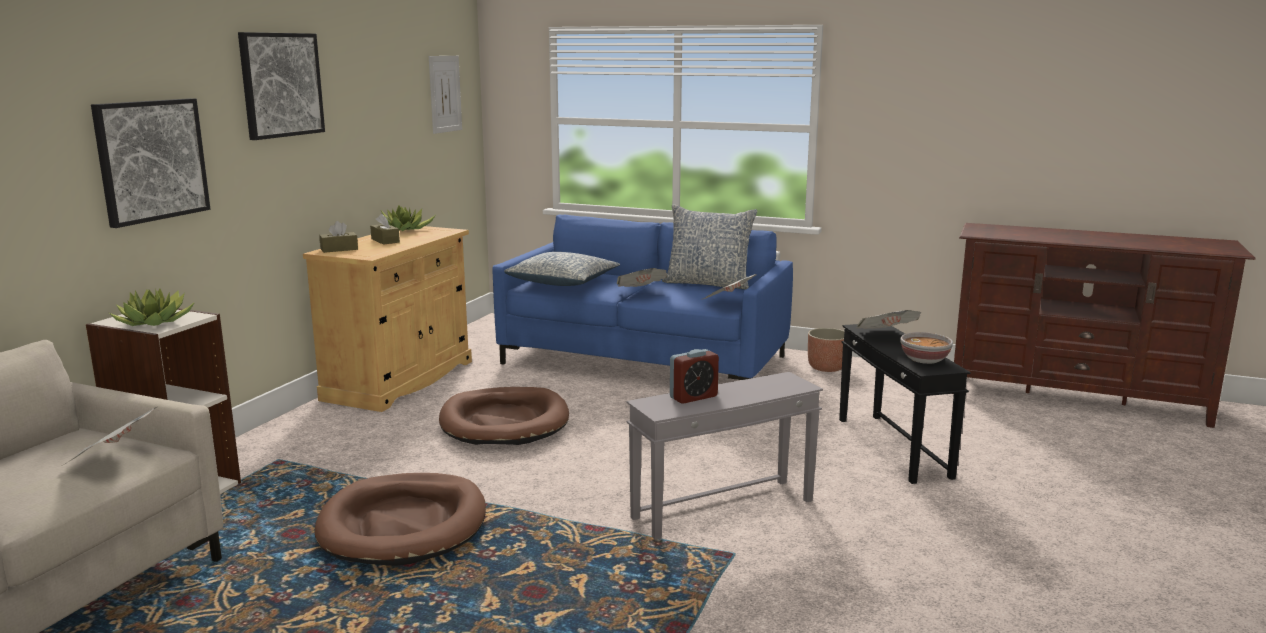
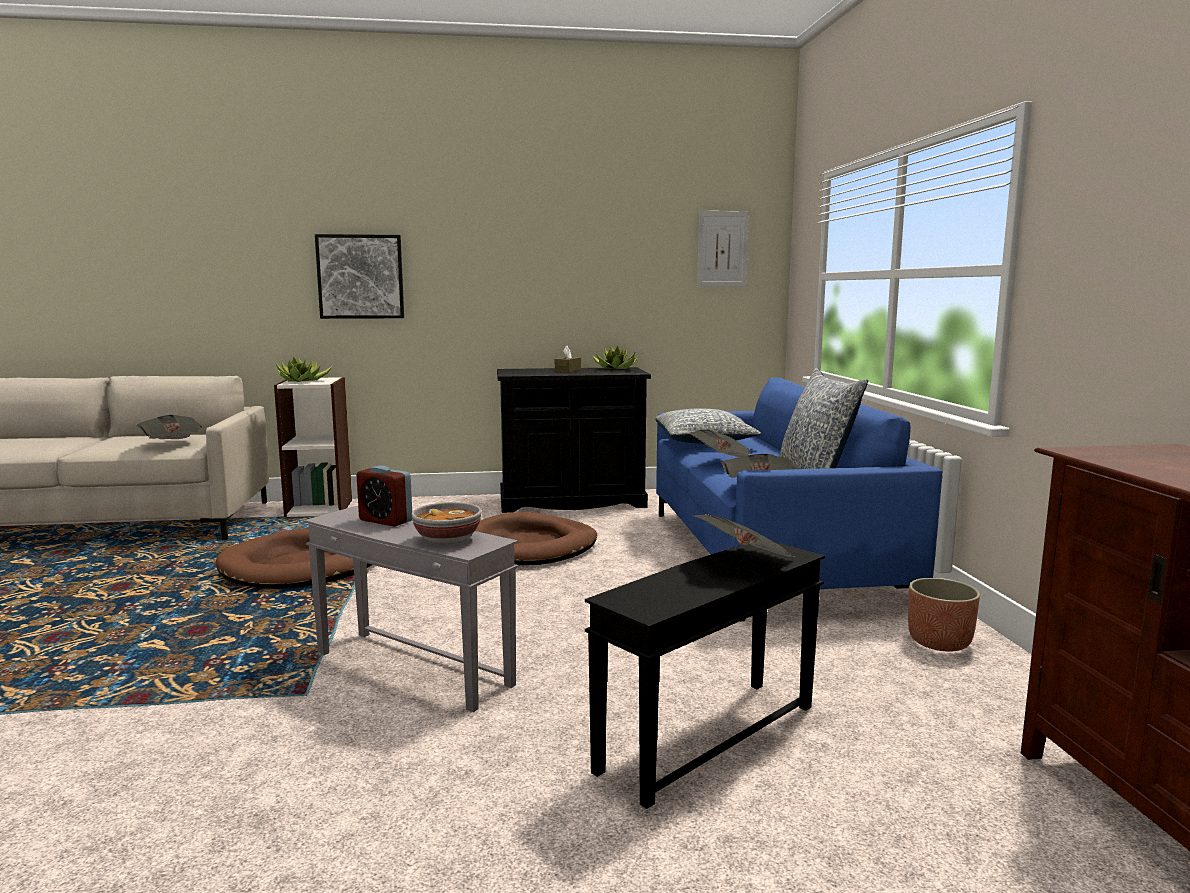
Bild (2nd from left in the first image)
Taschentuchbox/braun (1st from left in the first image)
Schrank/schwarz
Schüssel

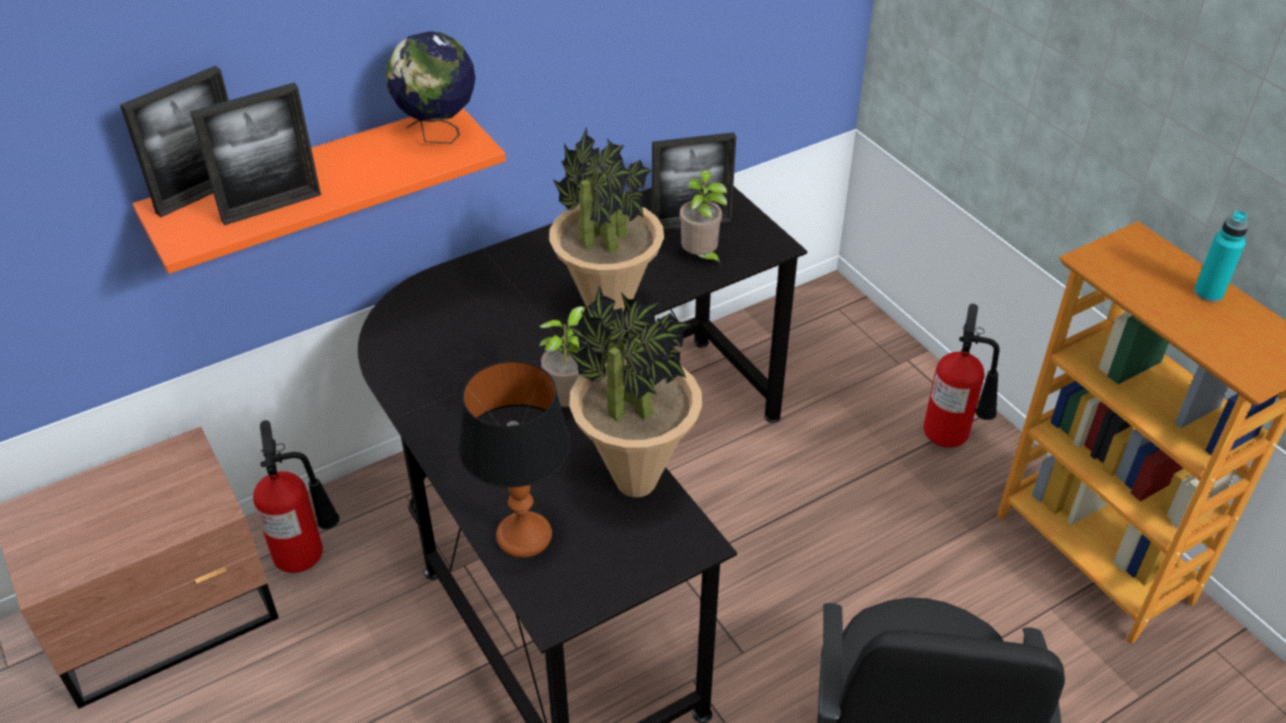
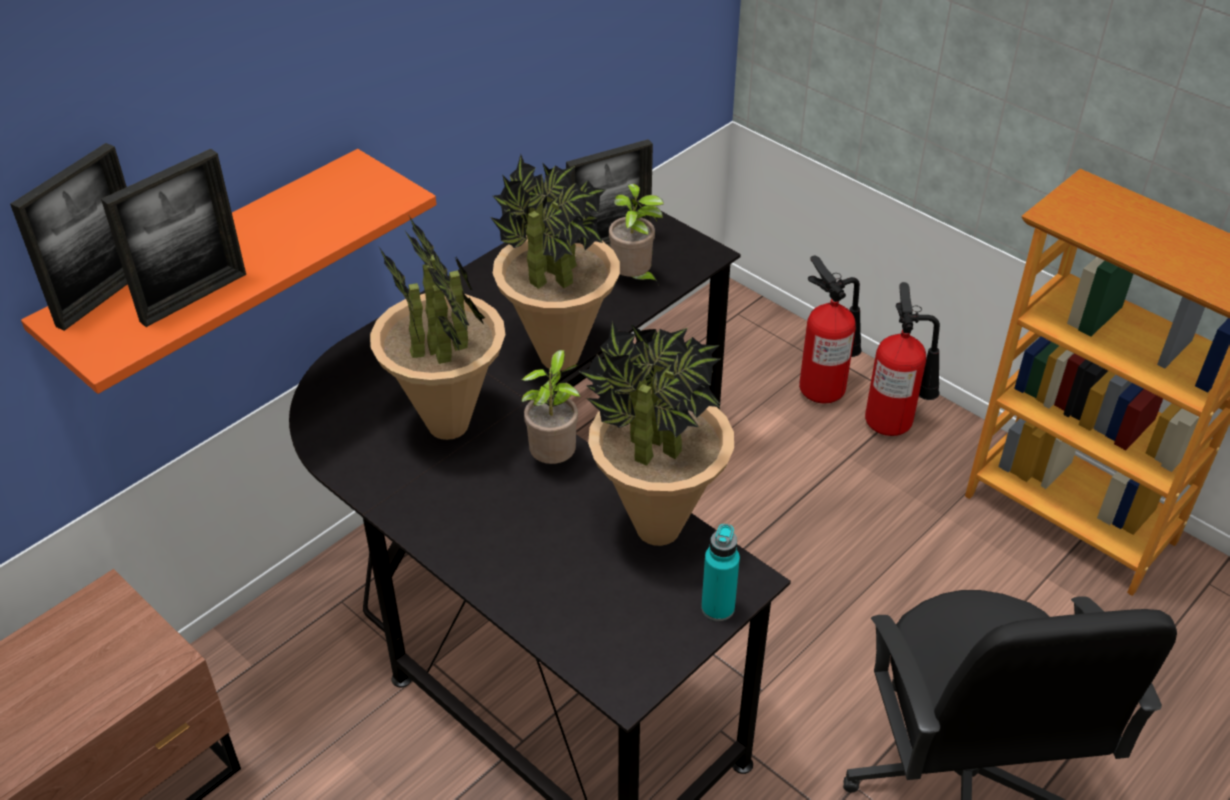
Globus
Flasche/türkis
Tischlampe
Feuerlöscher (1st from left)
Topfpflanze (1st from left)

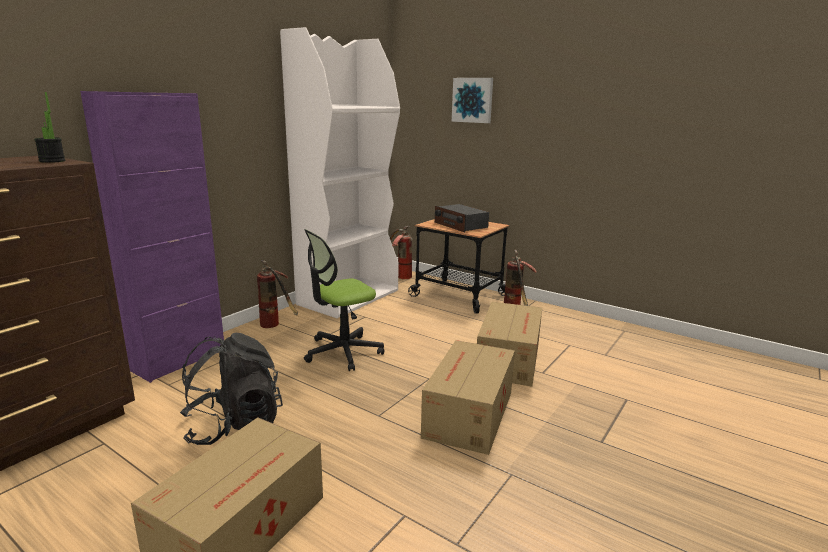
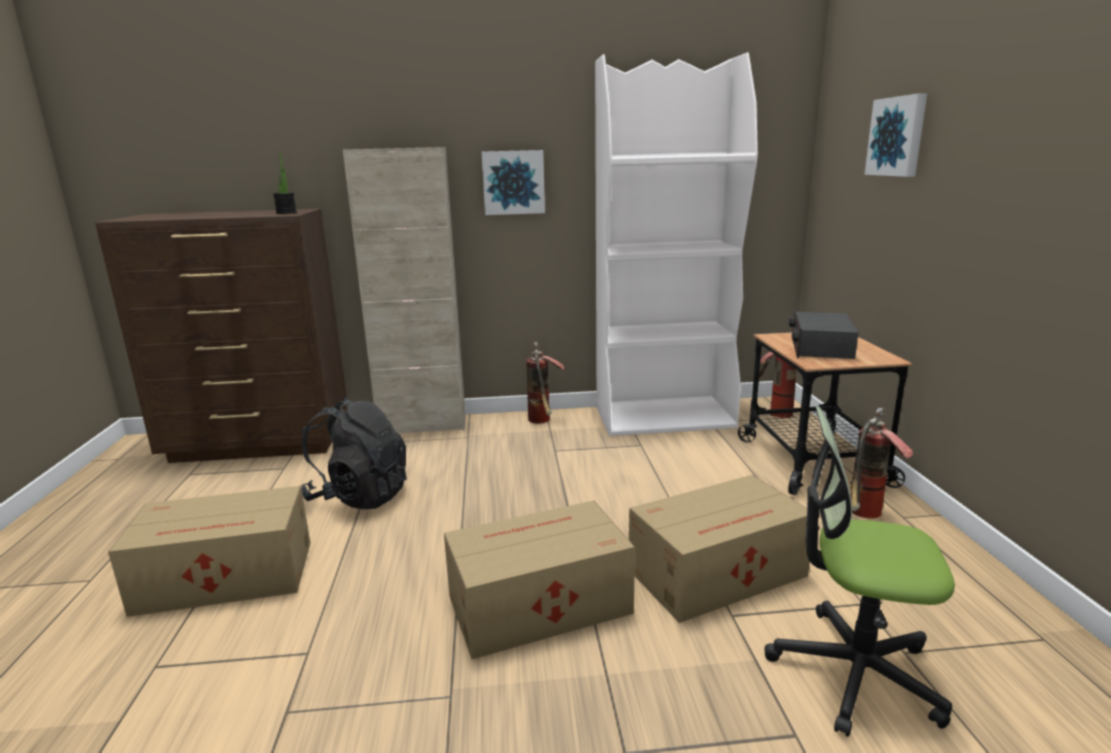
Schrank/beige
Bürostuhl
Bild (1st from left)

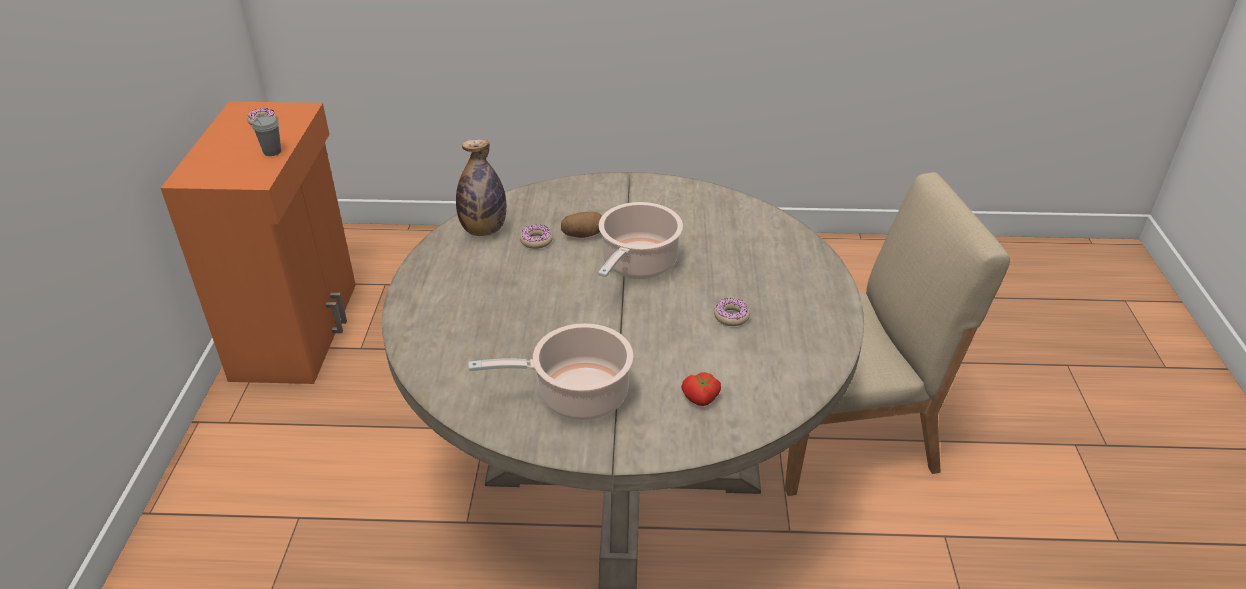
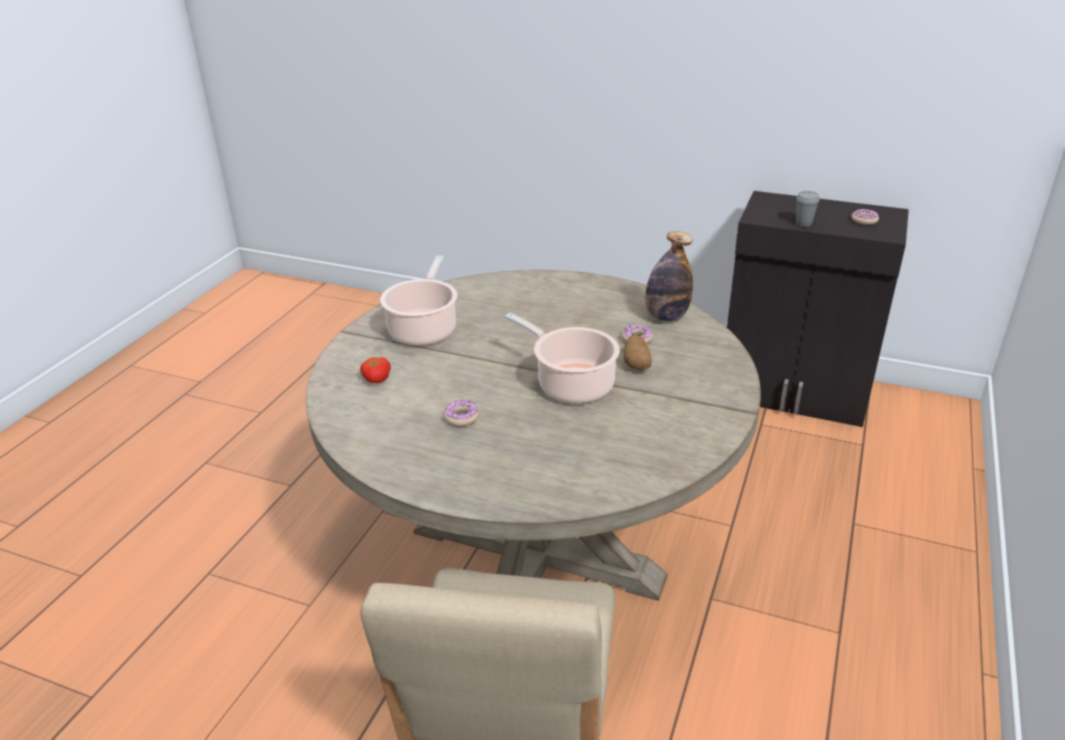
Schrank/schwarz

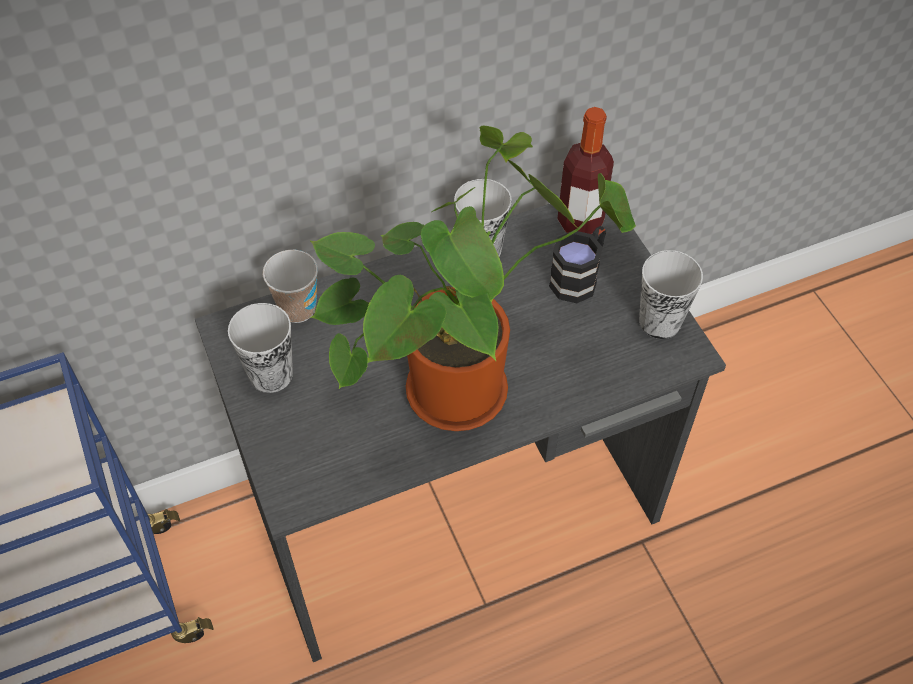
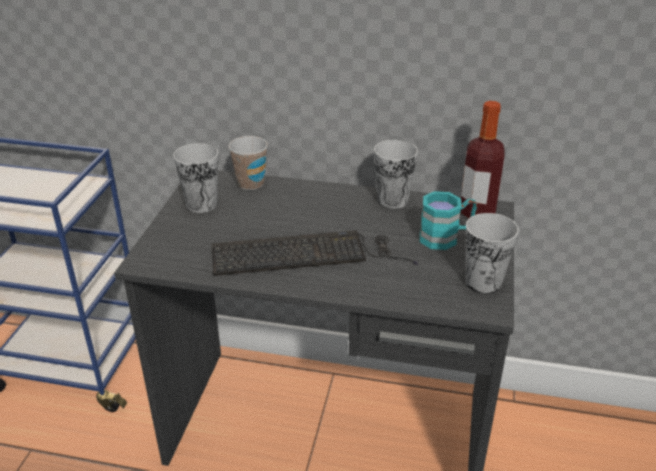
Tastatur
Henkelbecher/türkis

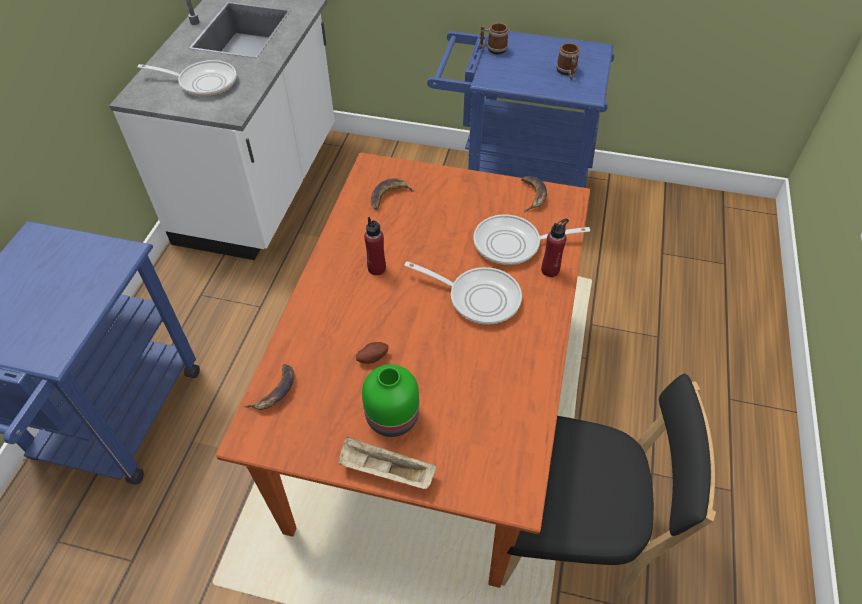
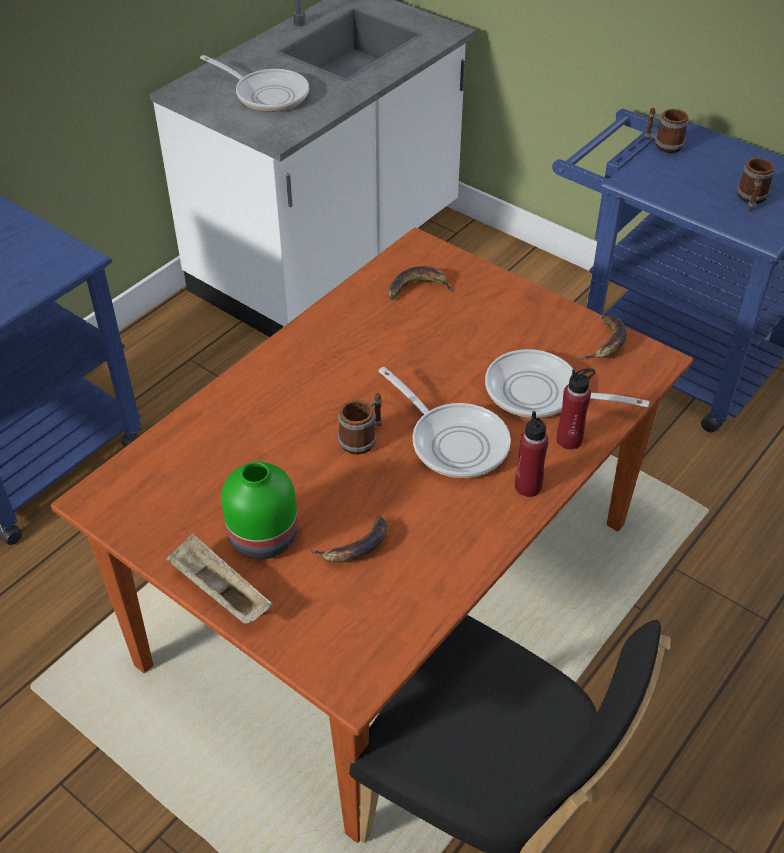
Flasche/rot (1st from left)
Kartoffel
Banane (1st from left)
Henkelbecher (1st from left)

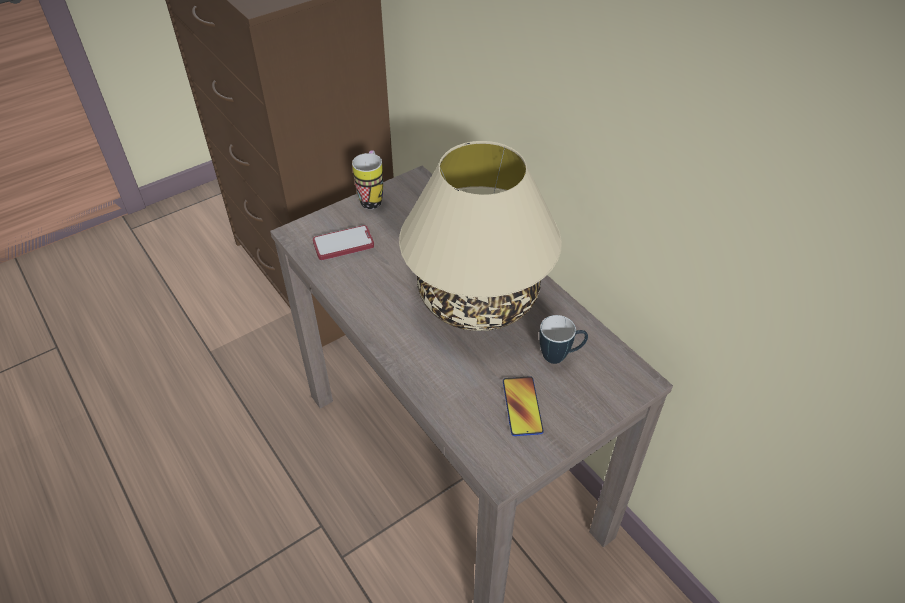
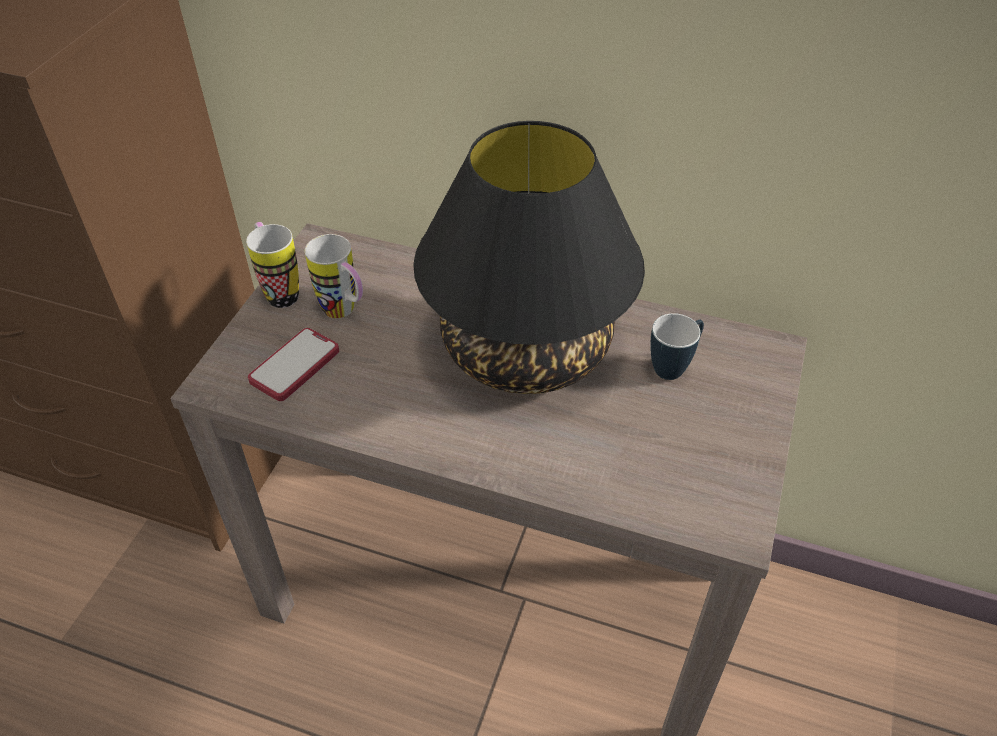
Tischlampe/schwarz
Handy (2nd from left in the first image)
Henkelbecher (2nd from left)

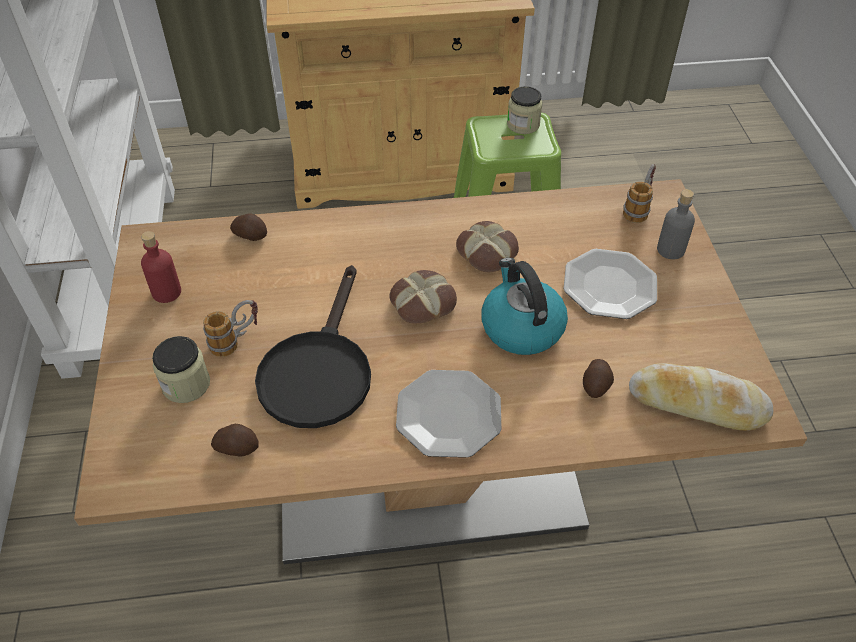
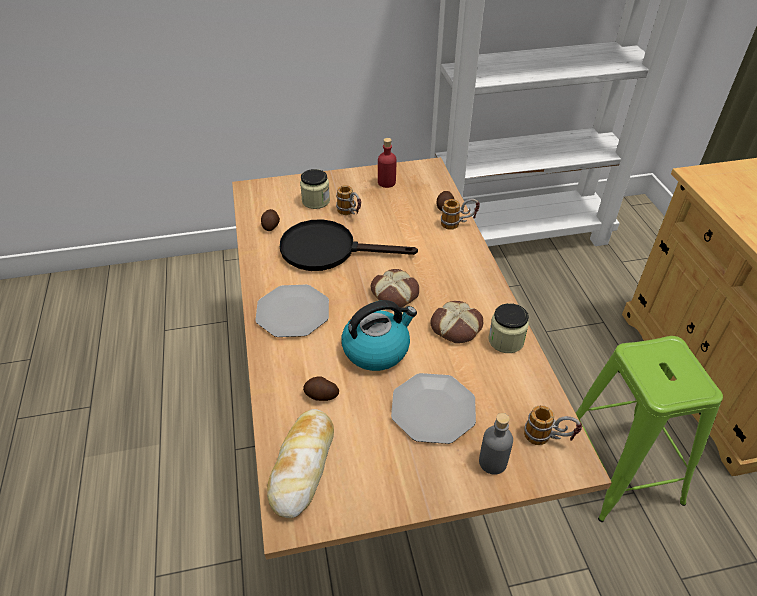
Vorratsglas (2nd from left)
Henkelbecher (2nd from left)

